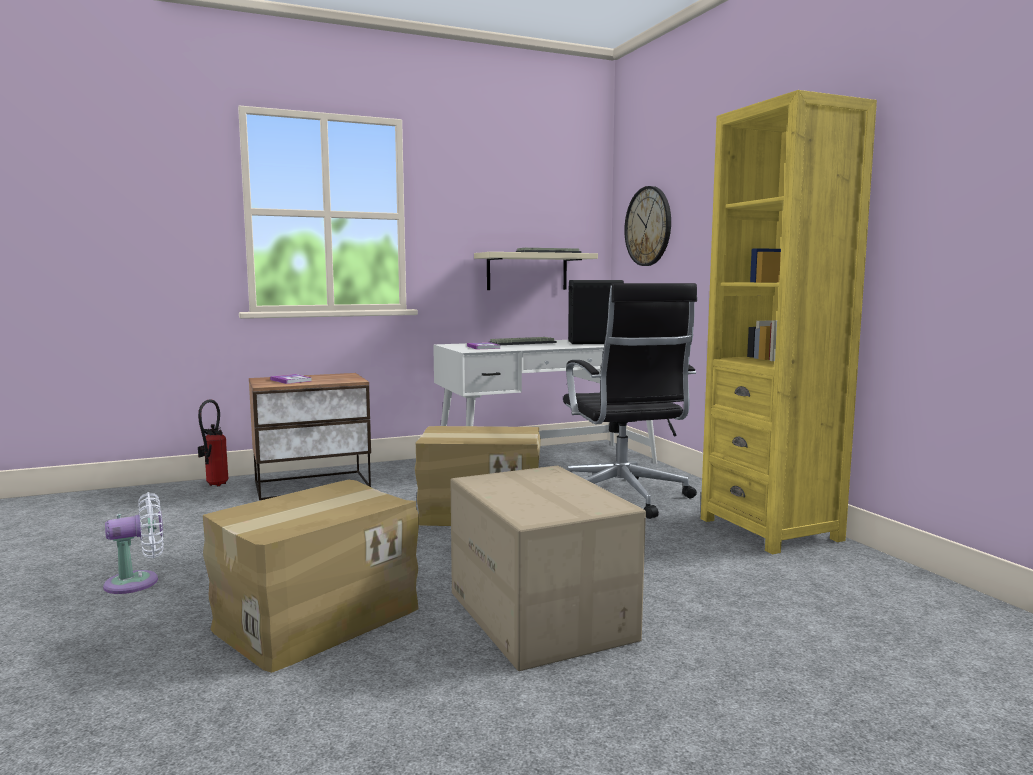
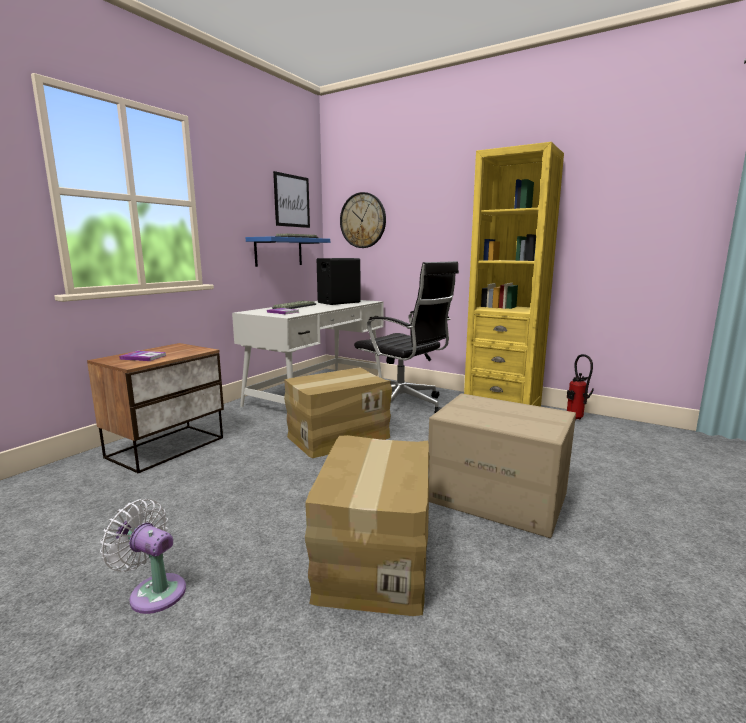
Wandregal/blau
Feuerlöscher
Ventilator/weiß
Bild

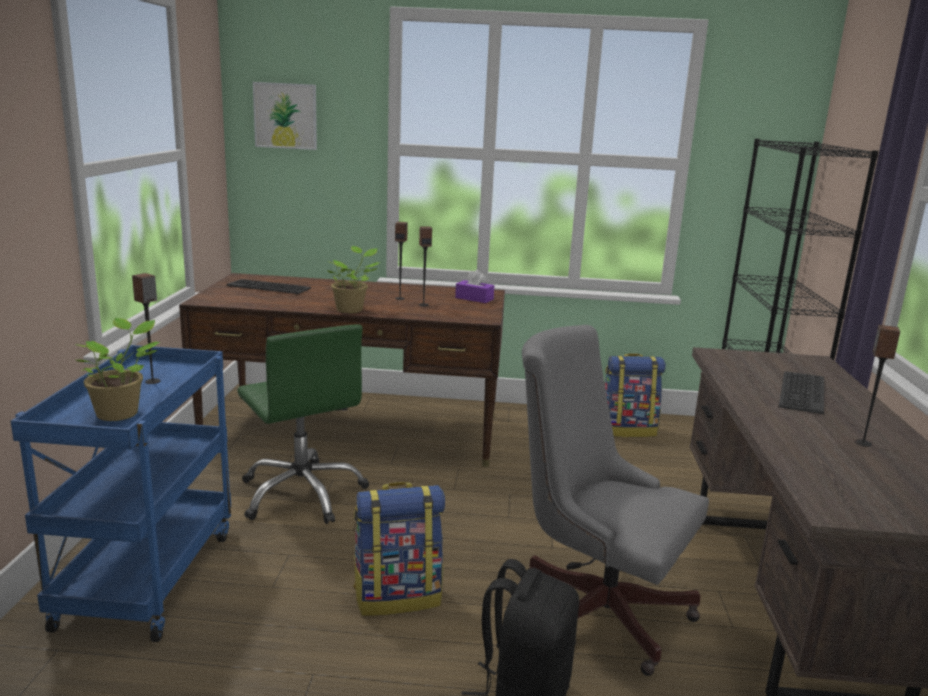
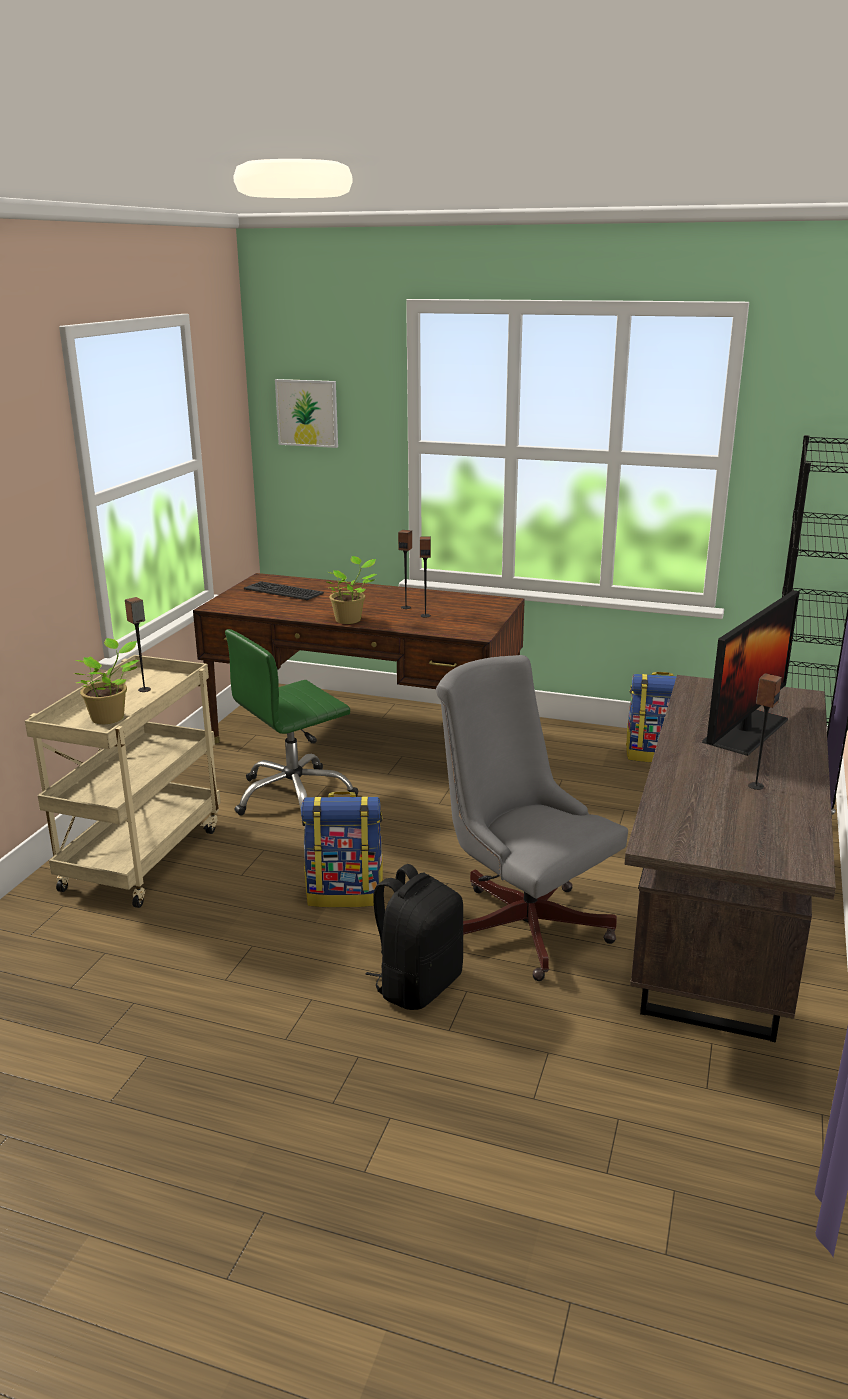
Taschentuchbox/lila
Bürostuhl/grün
Rollwagen/beige
Monitor

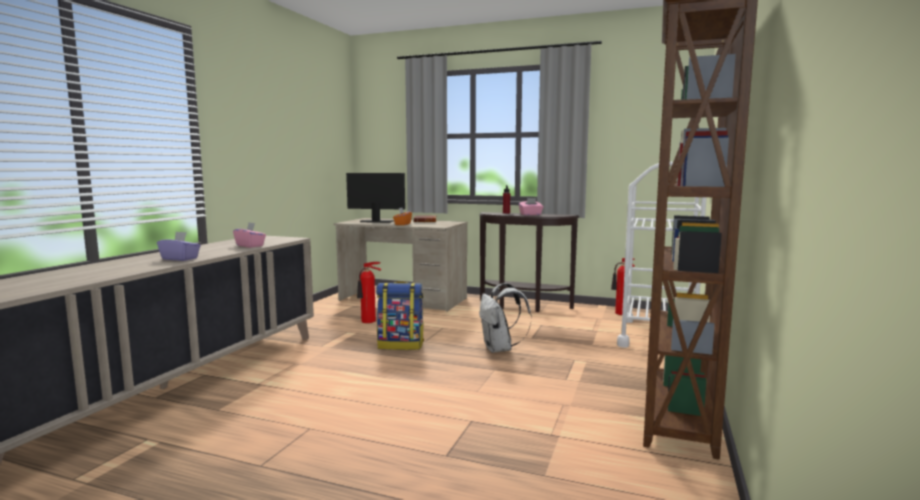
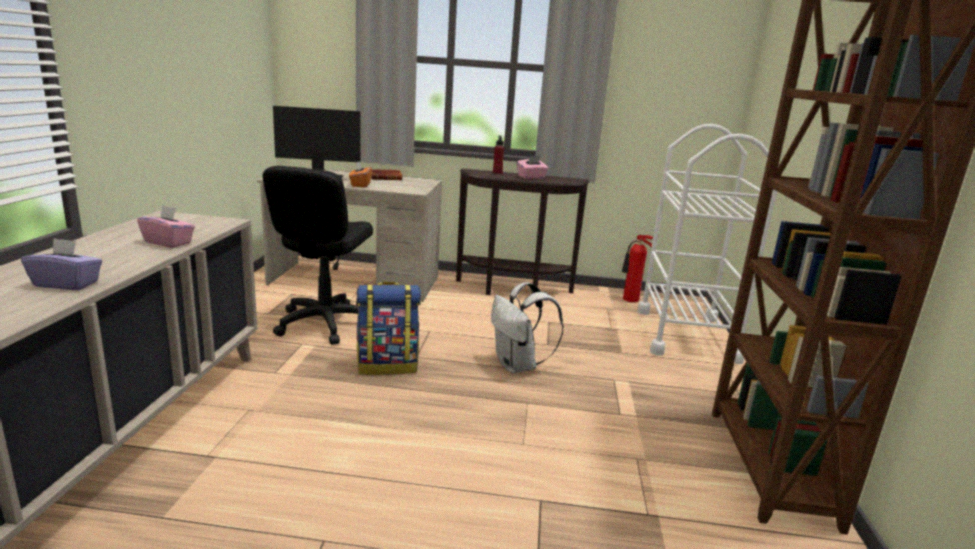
Bürostuhl/schwarz

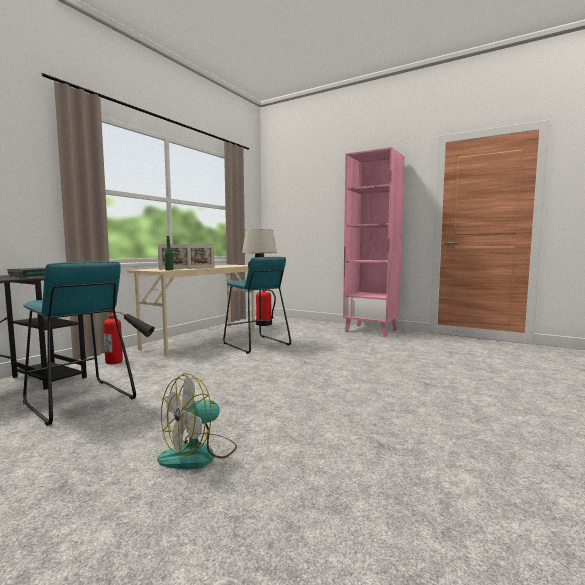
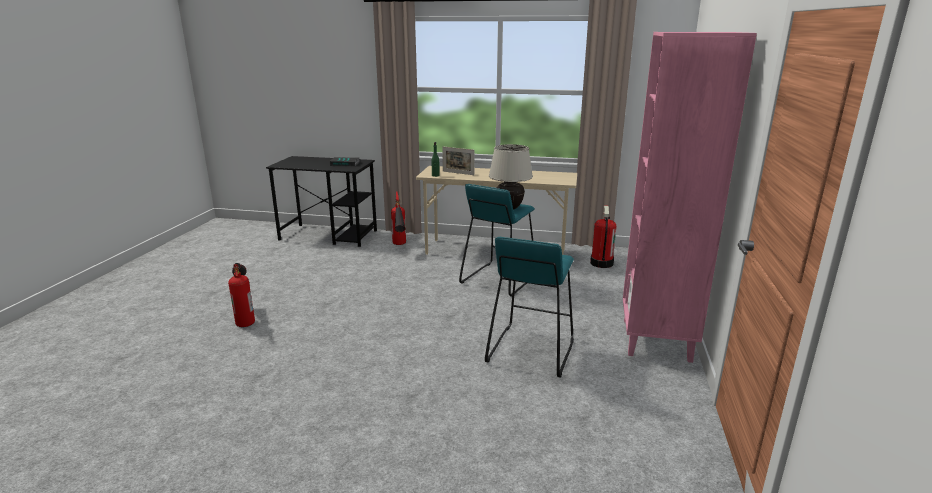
Bilderrahmen (2nd from left in the first image)
Hocker/türkis (2nd from left)
Feuerlöscher (1st from left)

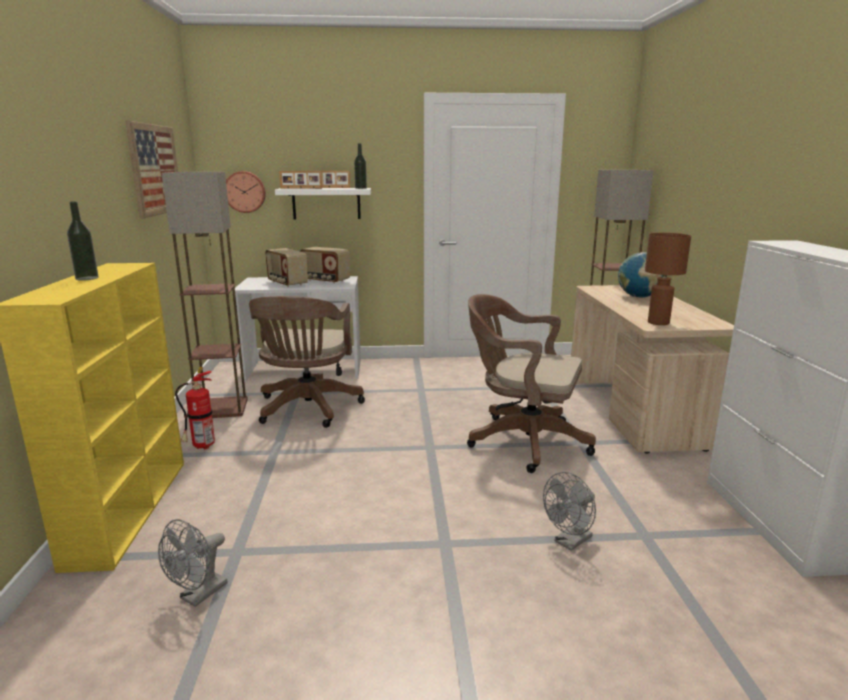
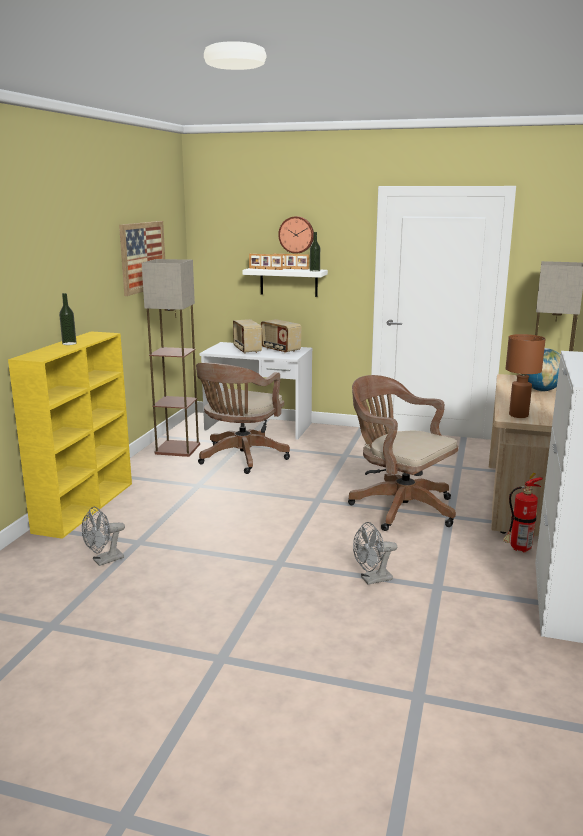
Wanduhr
Feuerlöscher

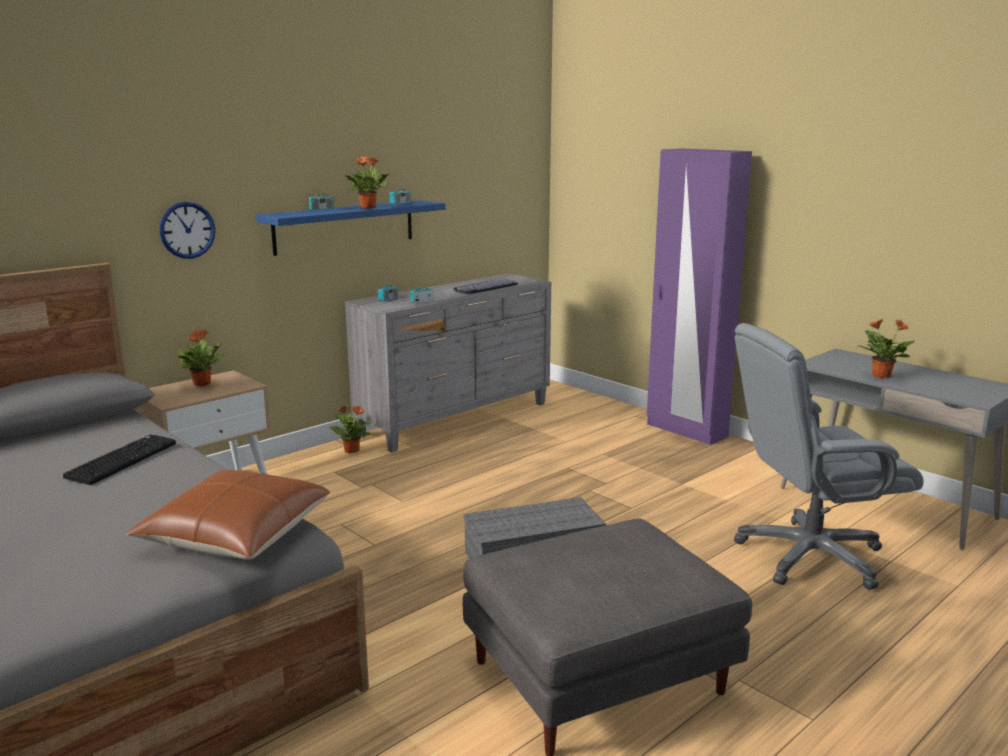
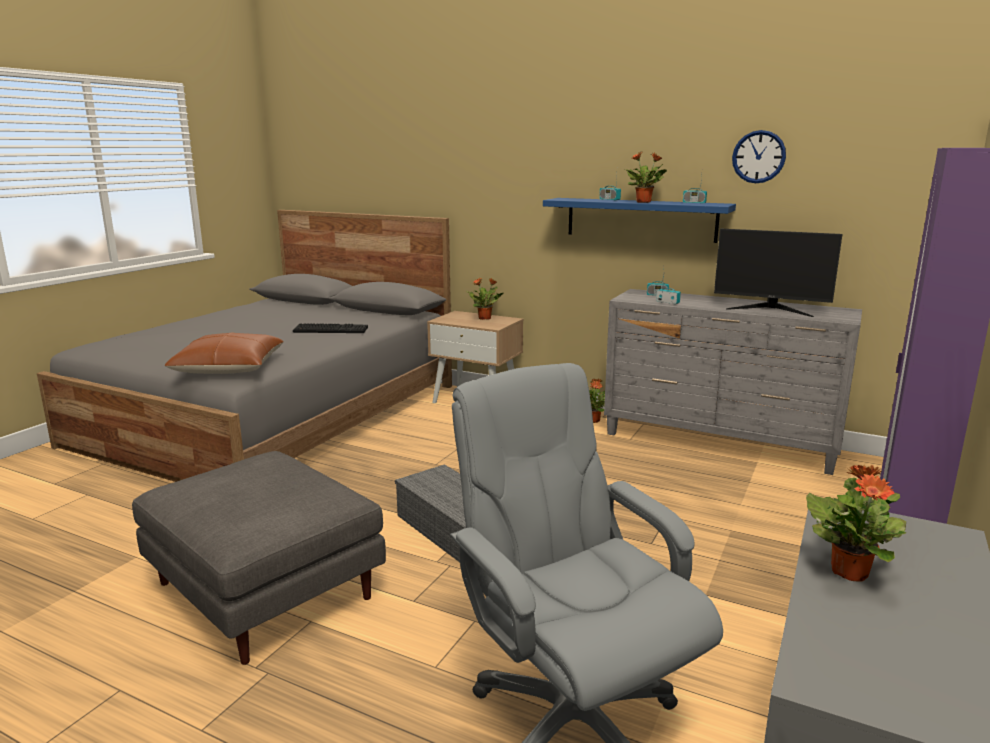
Wanduhr
Monitor

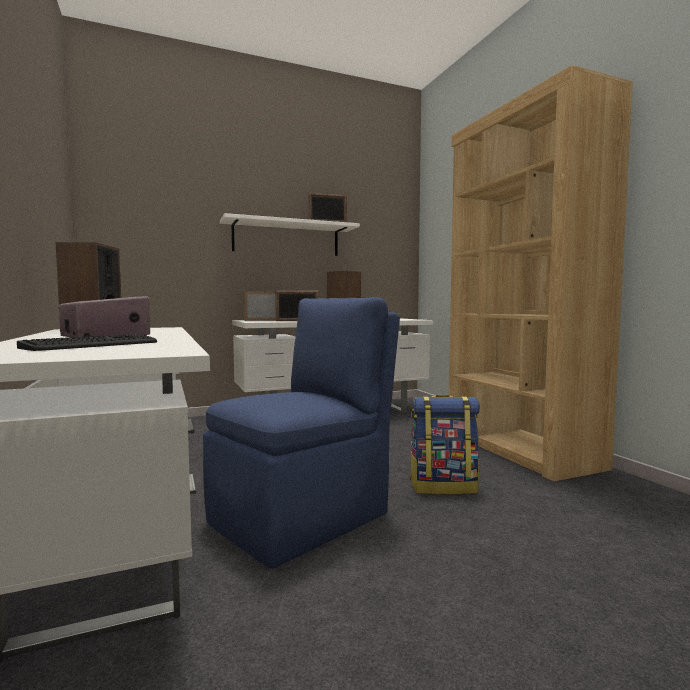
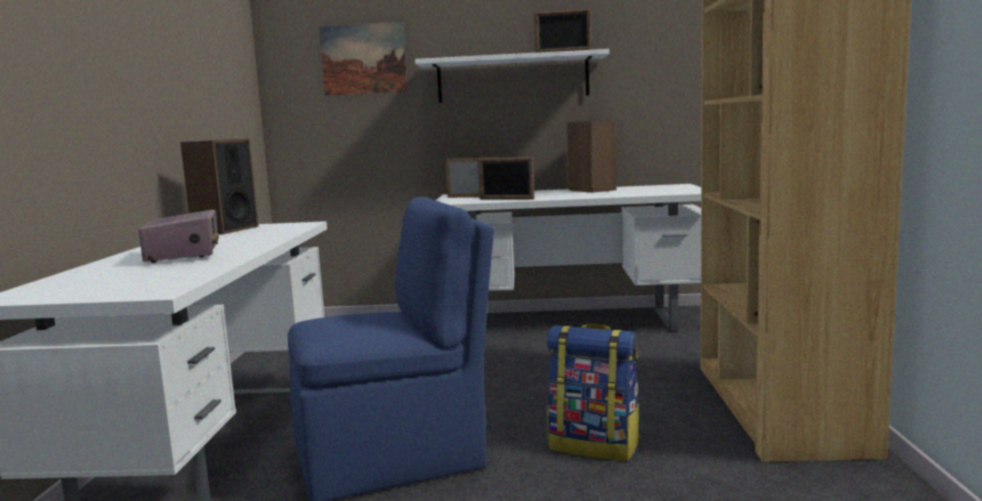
Tastatur
Bild

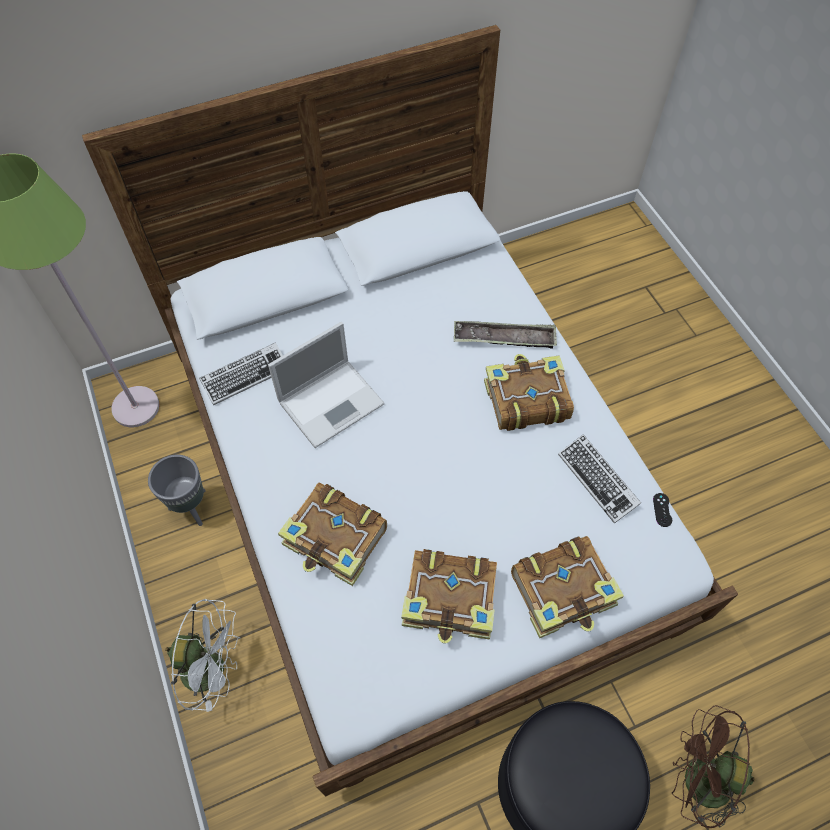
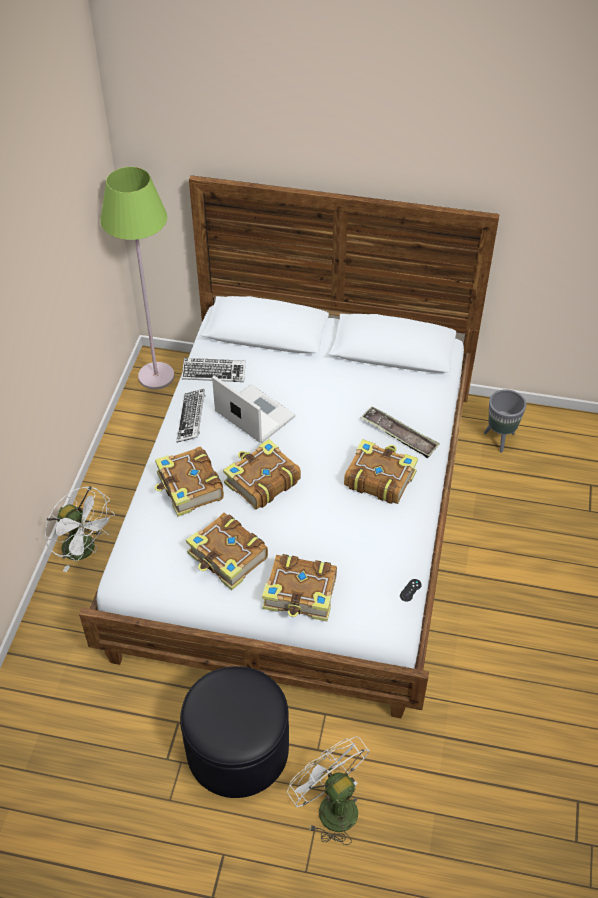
Laptop
Tastatur (1st from left)
Pflanzkübel/grau
Ventilator/weiß (2nd from left)
Buch (3rd from left)

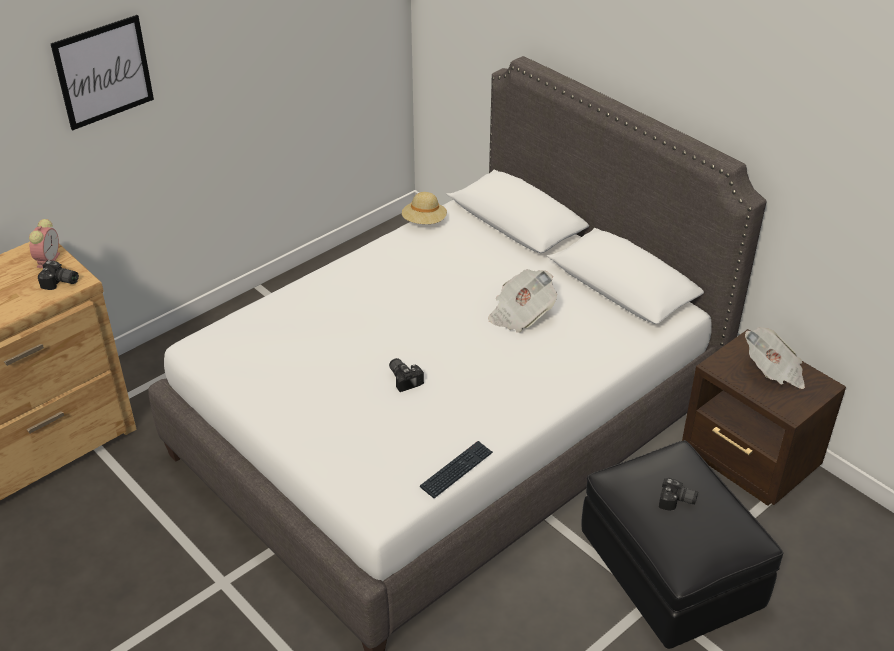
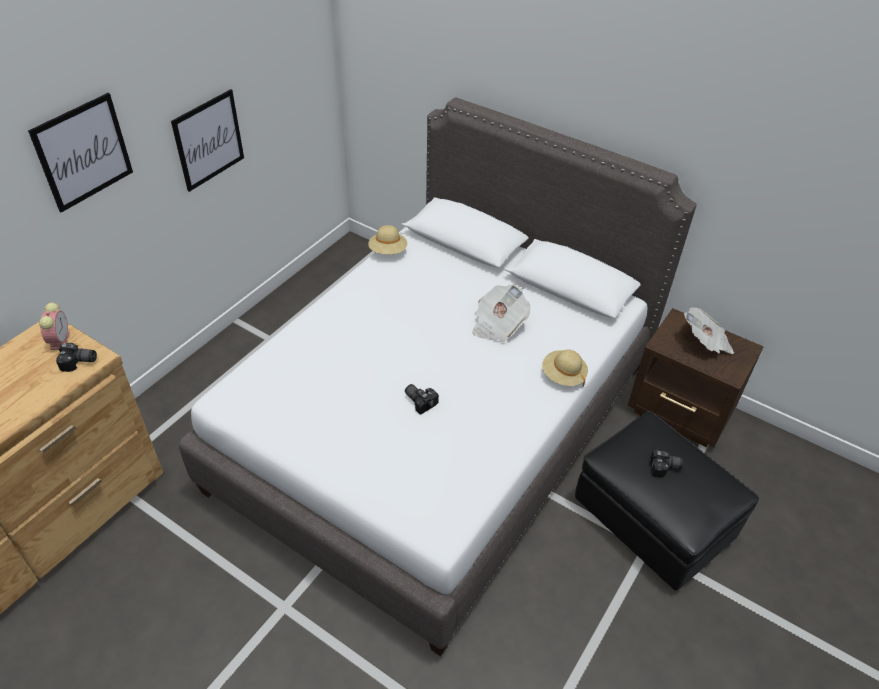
Tastatur
Bild (2nd from left)
Hut/beige (2nd from left)

